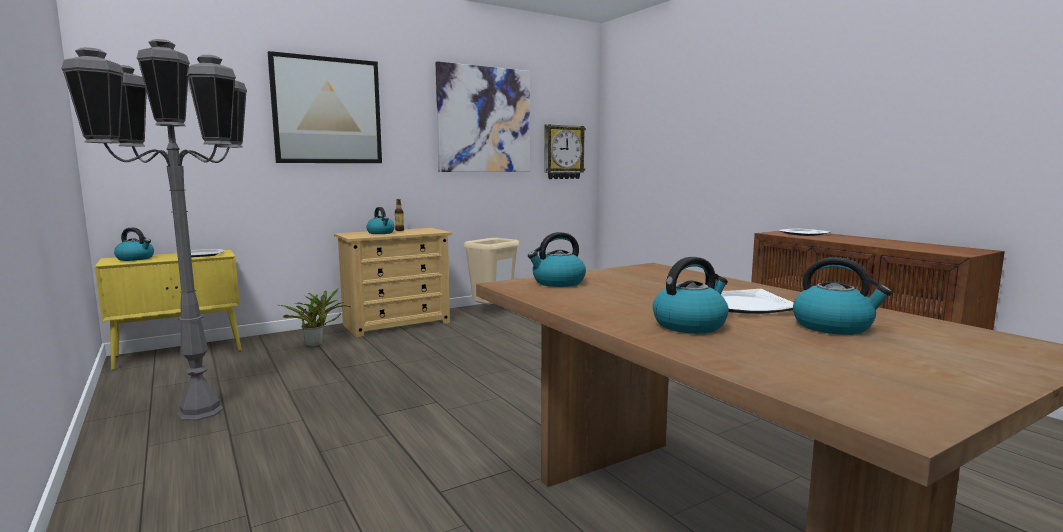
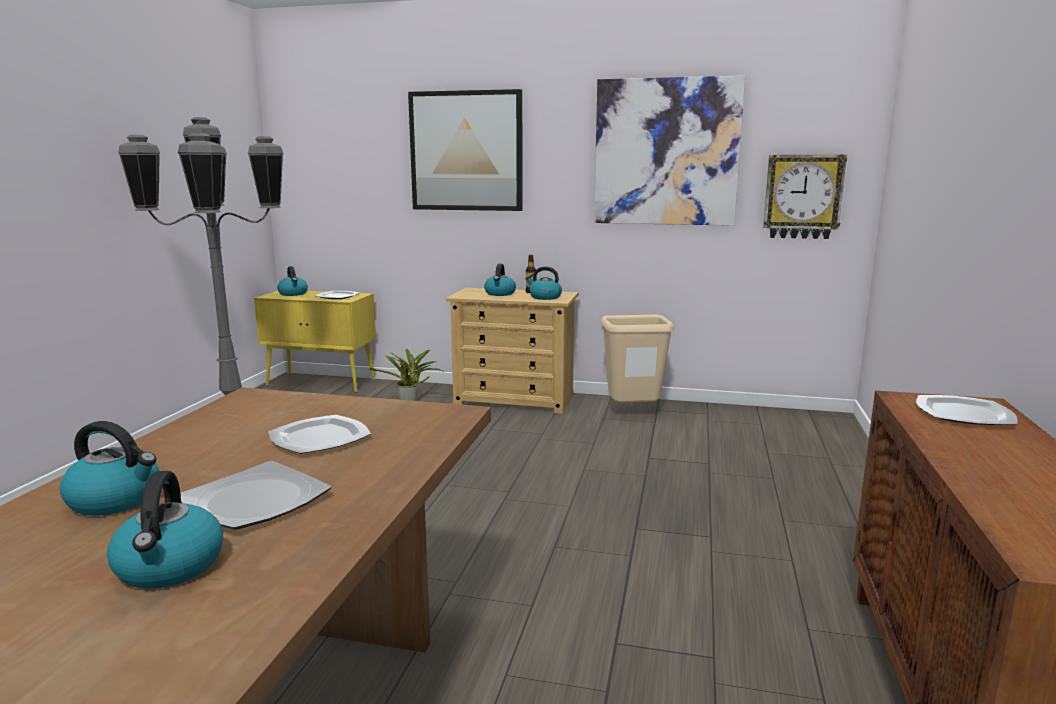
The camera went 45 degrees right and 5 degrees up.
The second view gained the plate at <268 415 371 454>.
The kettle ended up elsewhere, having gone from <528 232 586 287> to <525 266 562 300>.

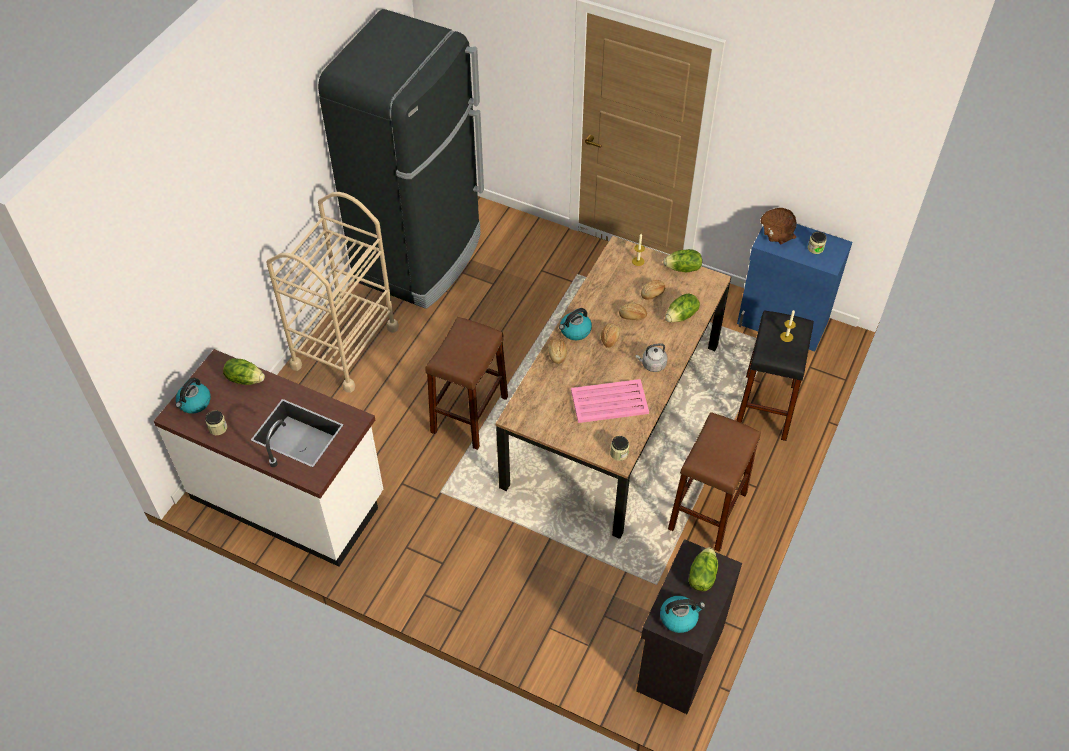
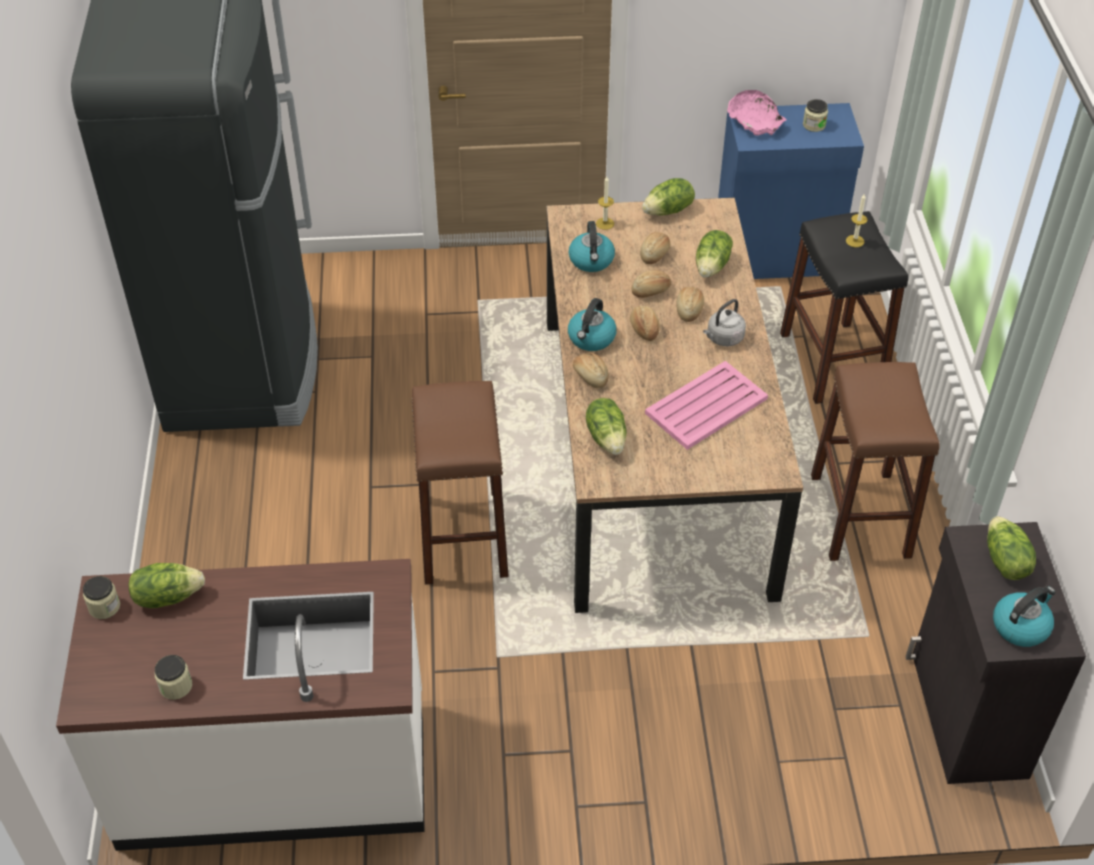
The camera went 30 degrees left and 5 degrees down.
The second view lost the beige trolley at <266 192 399 393>.
The second view gained the head of lettuce at <586 398 627 455>.
The second view gained the bread at <676 287 704 322>.
The kettle ended up elsewhere, having gone from <176 377 211 414> to <569 221 615 272>.
The storage jar ended up elsewhere, having gone from <610 436 629 461> to <83 576 120 619>.
What was the brown-coloured deep dish at <760 208 797 245> turned into the pink deep dish at <727 90 787 136>.

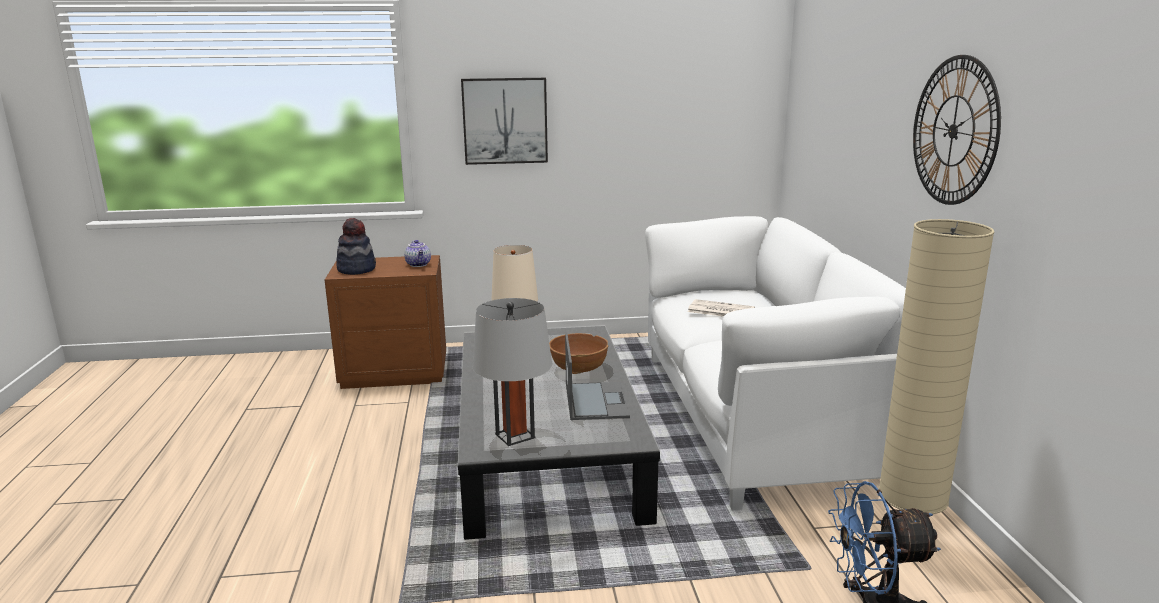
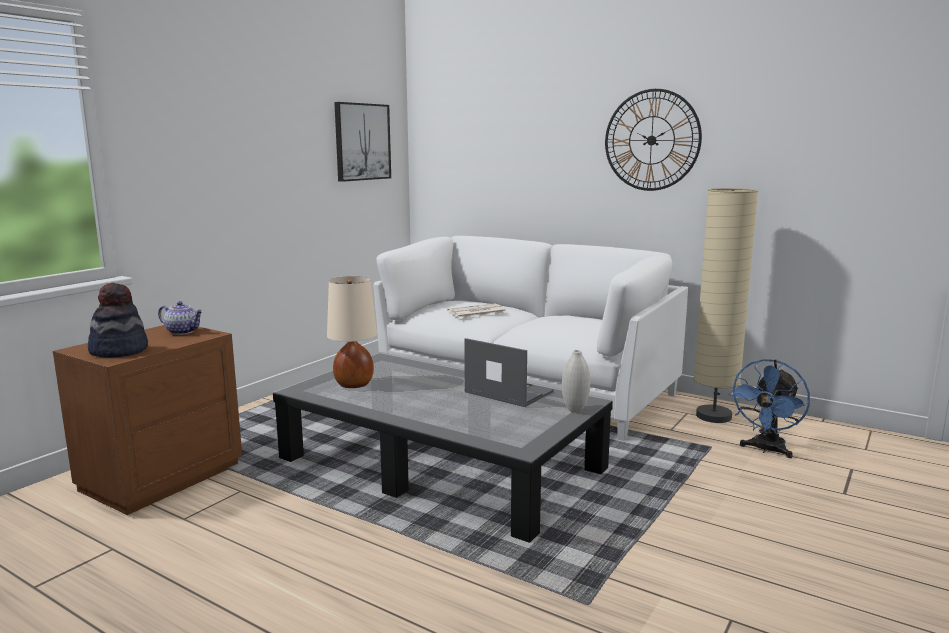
The camera went 50 degrees left and 5 degrees down.
The second view lost the grey lamp for a table at <472 298 552 446>.
The second view lost the brown-coloured deep dish at <549 333 608 374>.
The second view gained the white vase at <562 350 590 413>.
The picture ended up elsewhere, having gone from <461 78 548 165> to <334 102 391 182>.

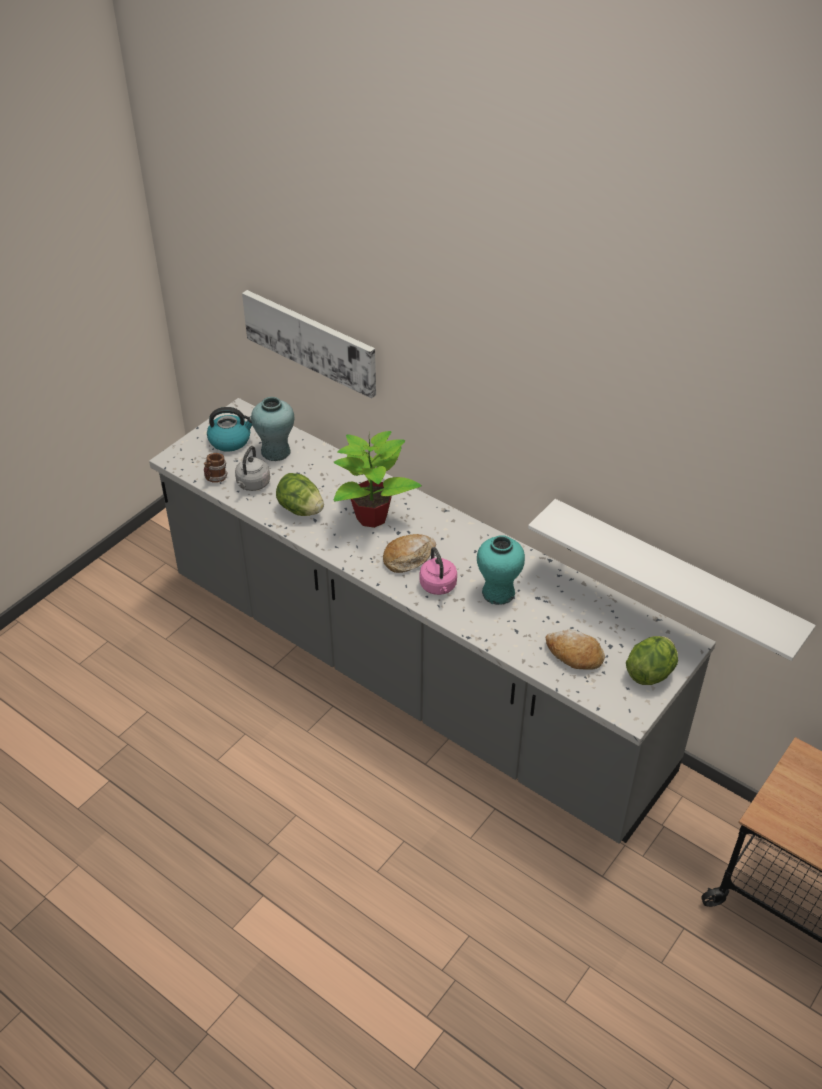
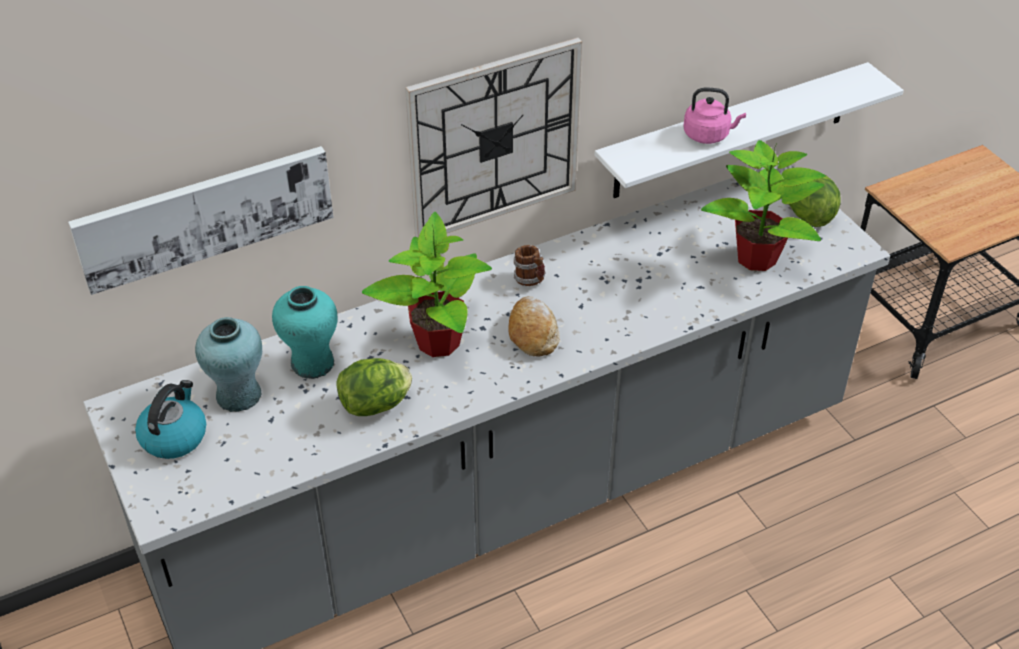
The camera went 65 degrees left and 0 degrees up.
The second view lost the grey kettle at <235 446 270 491>.
The second view gained the wall clock at <405 38 582 238>.
The mug ended up elsewhere, having gone from <204 453 228 483> to <514 245 546 286>.
The pink kettle ended up elsewhere, having gone from <420 547 457 595> to <683 87 746 144>.
The turquoise-coloured vase ended up elsewhere, having gone from <477 535 525 605> to <272 286 338 379>.
Where the bread stood at <546 630 605 670>, the houseplant came to stand at <701 140 826 271>.

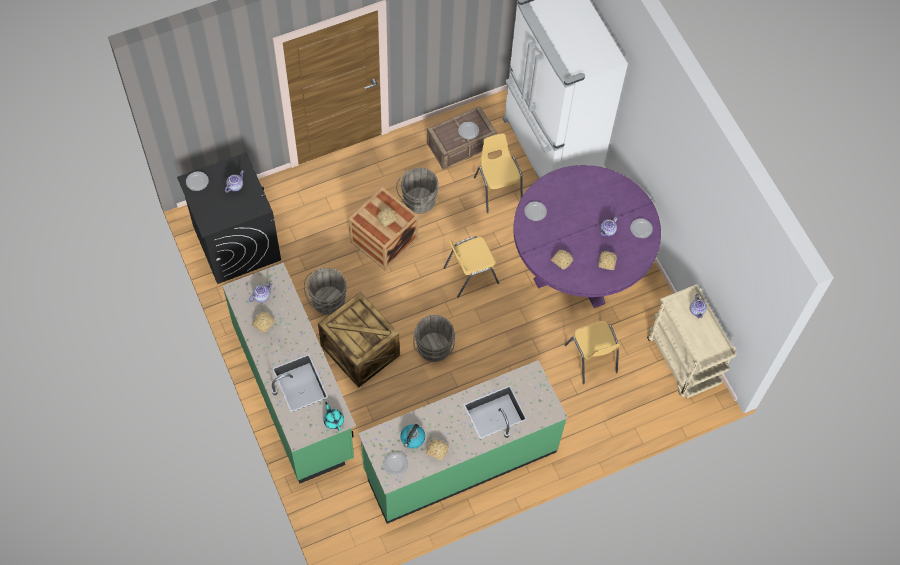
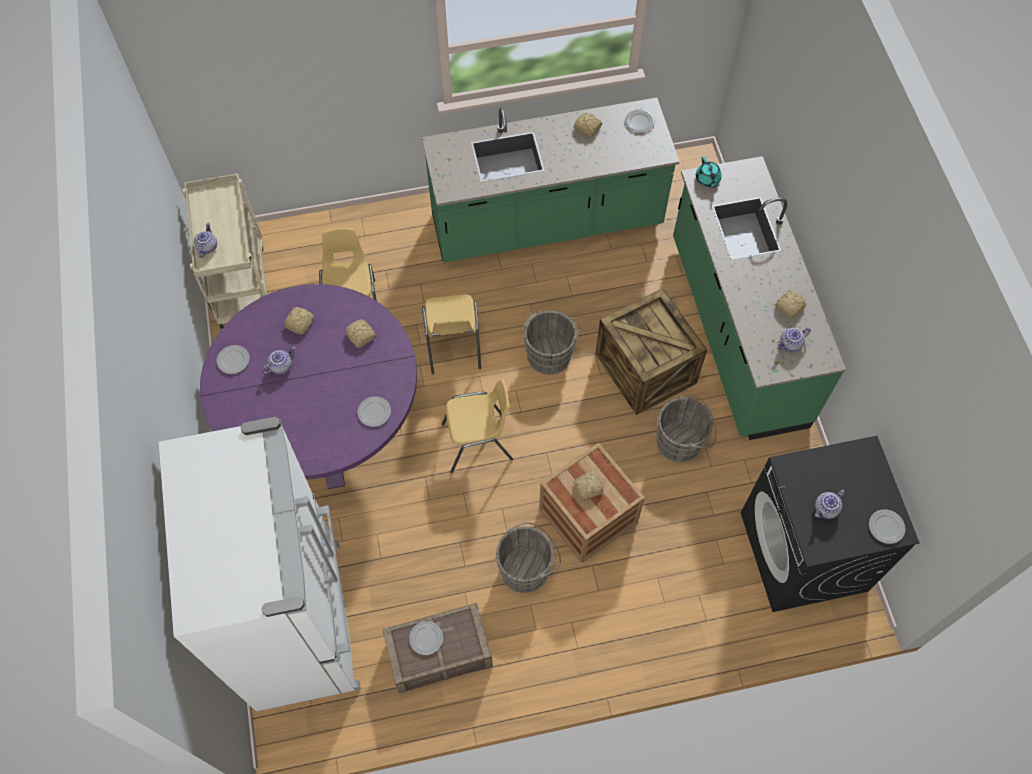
The camera went 165 degrees left and 0 degrees up.
The second view lost the kettle at <400 424 425 449>.
The yellow plain chair ended up elsewhere, having gone from <474 133 523 213> to <422 294 481 374>.

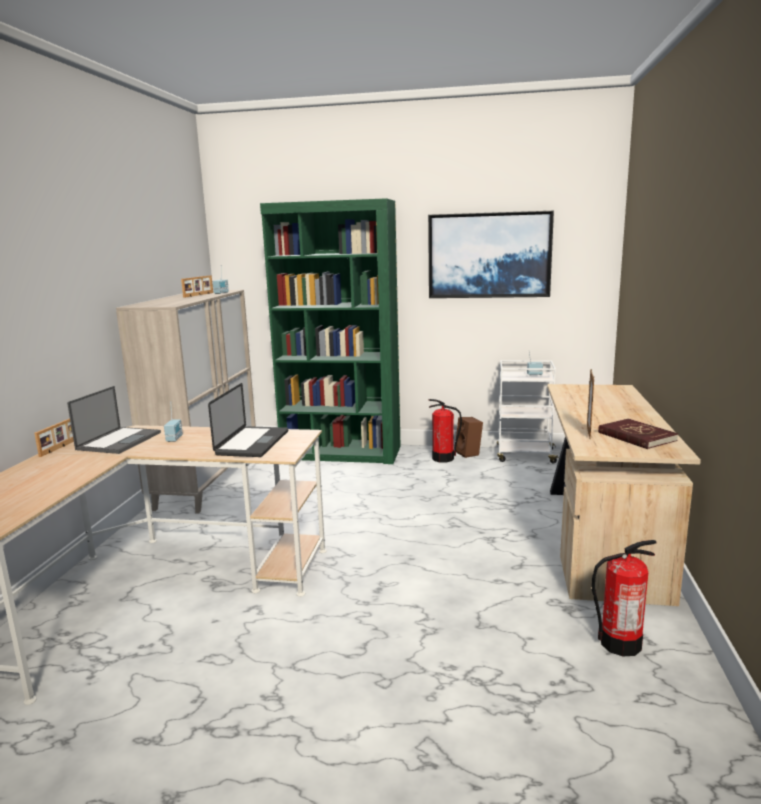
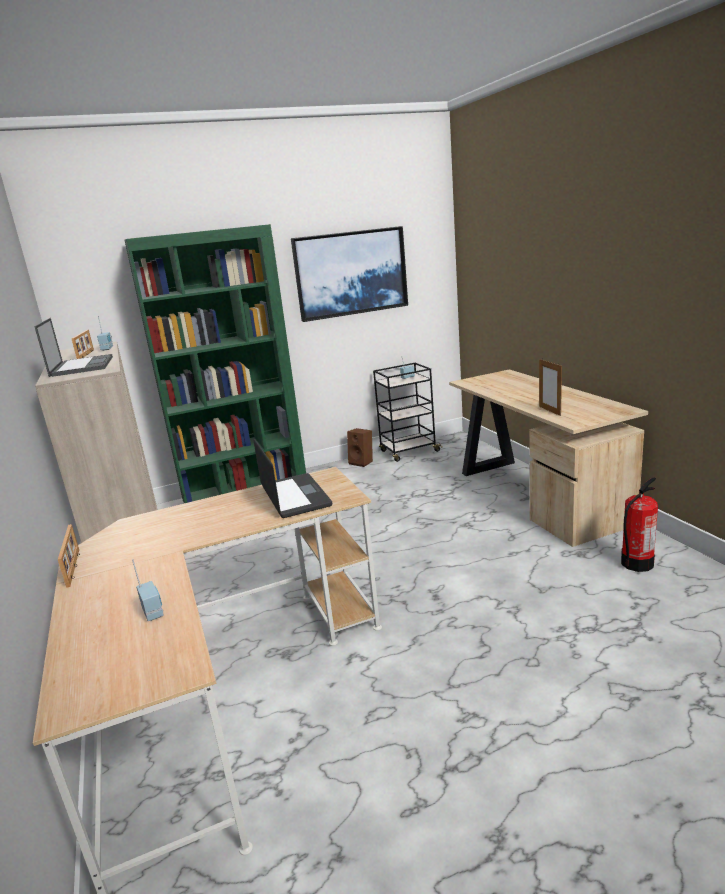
The camera went 30 degrees left and 5 degrees up.
The second view lost the fire-fighting cylinder at <429 399 462 463>.
The second view lost the red-coloured volume at <598 419 678 449>.
The laptop ended up elsewhere, having gone from <67 386 161 454> to <34 318 113 377>.
The radio ended up elsewhere, having gone from <164 401 183 442> to <132 559 164 621>.
What was the white trolley at <497 360 559 464> turned into the black-coloured trolley at <373 363 443 462>.

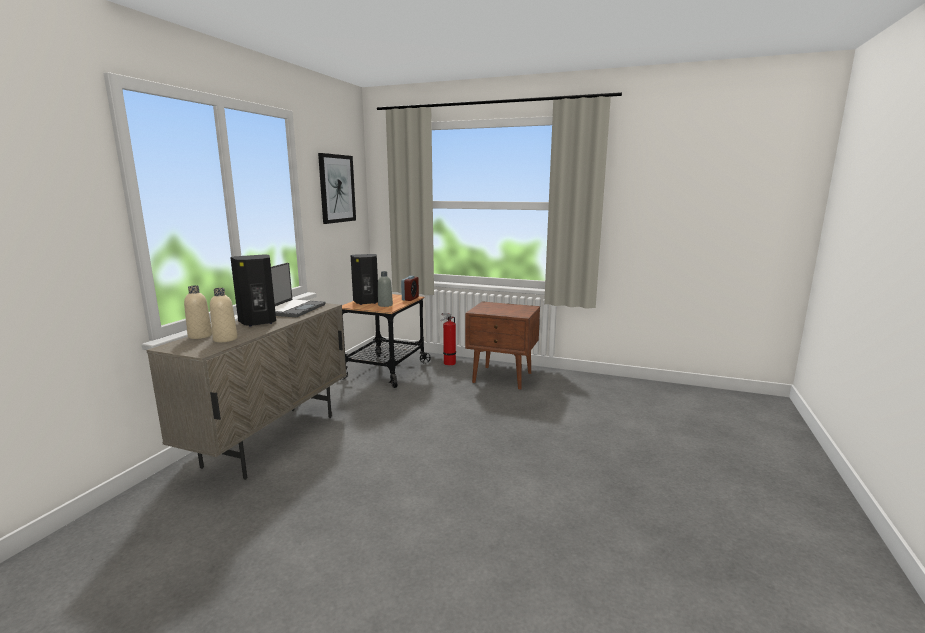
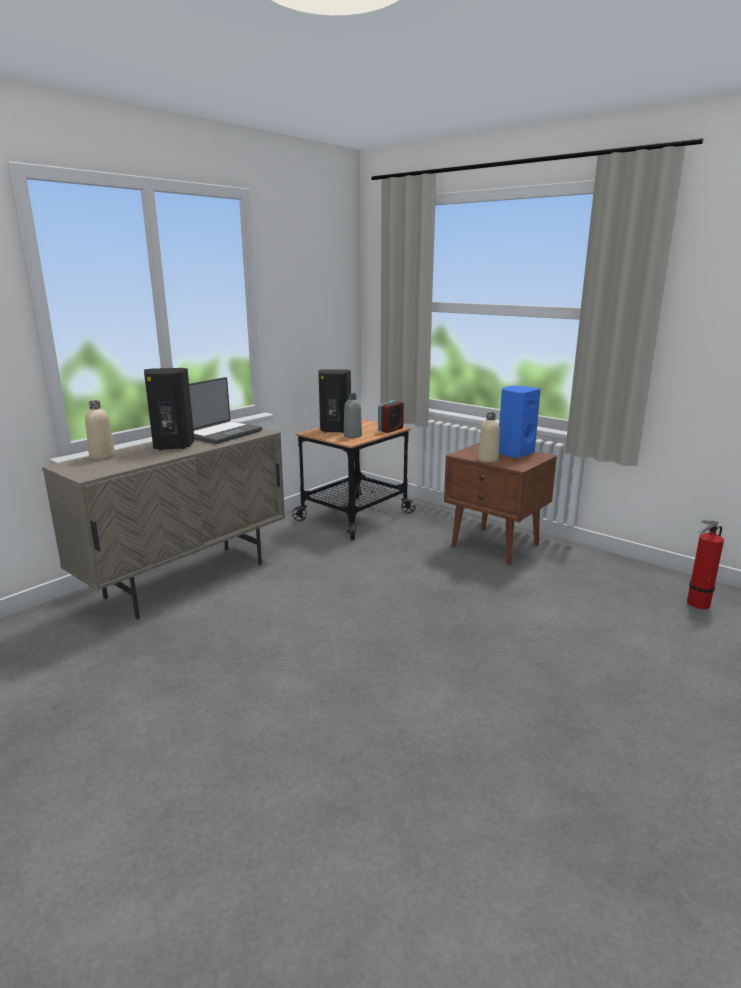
The camera went 20 degrees right and 5 degrees up.
The second view lost the picture at <318 153 356 224>.
The second view gained the blue audio speaker at <499 386 541 458>.
The beige bottle ended up elsewhere, having gone from <210 288 238 343> to <478 412 500 463>.
The fire-fighting cylinder ended up elsewhere, having gone from <441 313 456 365> to <687 519 724 609>.

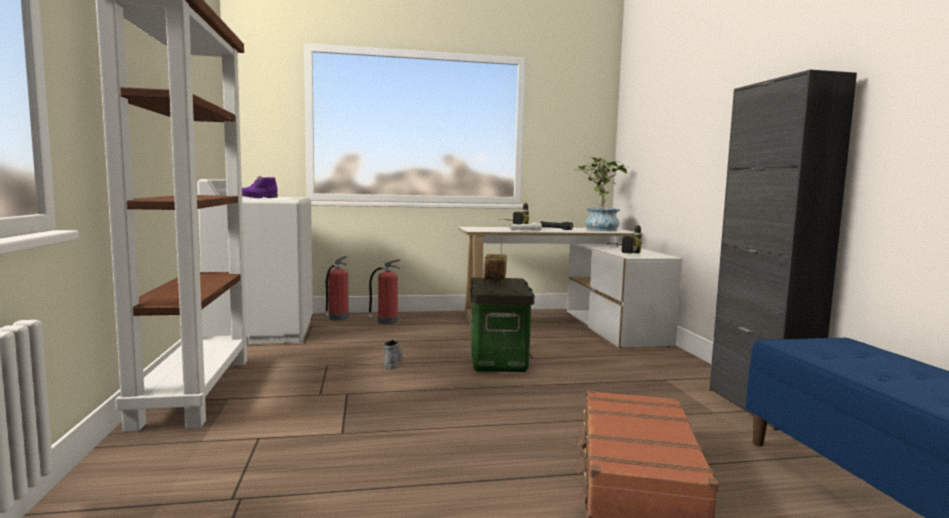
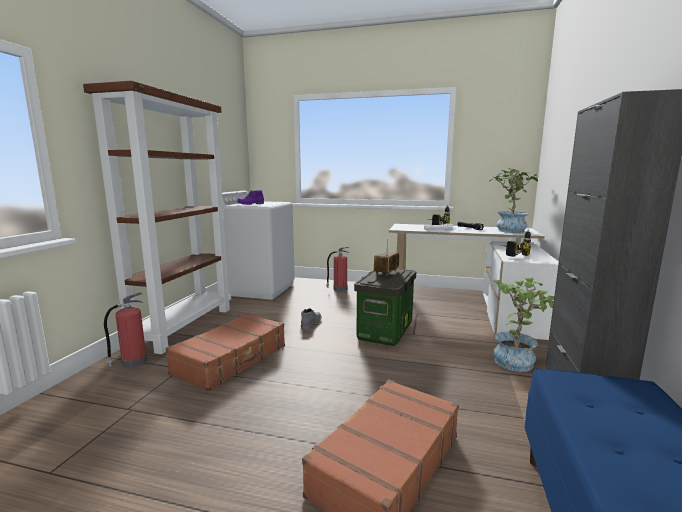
The camera went 25 degrees right and 5 degrees up.
The second view gained the brown-coloured suitcase at <166 313 285 391>.
The second view gained the houseplant at <492 277 554 372>.
The fire-fighting cylinder ended up elsewhere, having gone from <325 256 349 321> to <104 292 147 368>.

